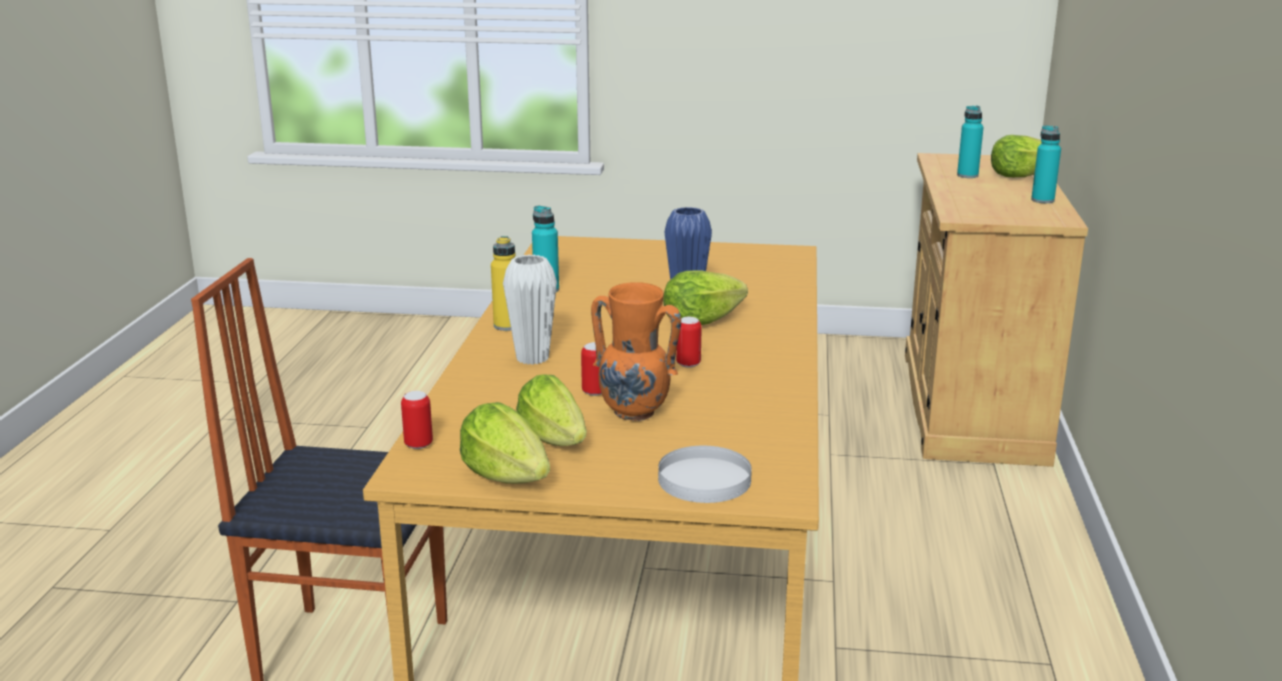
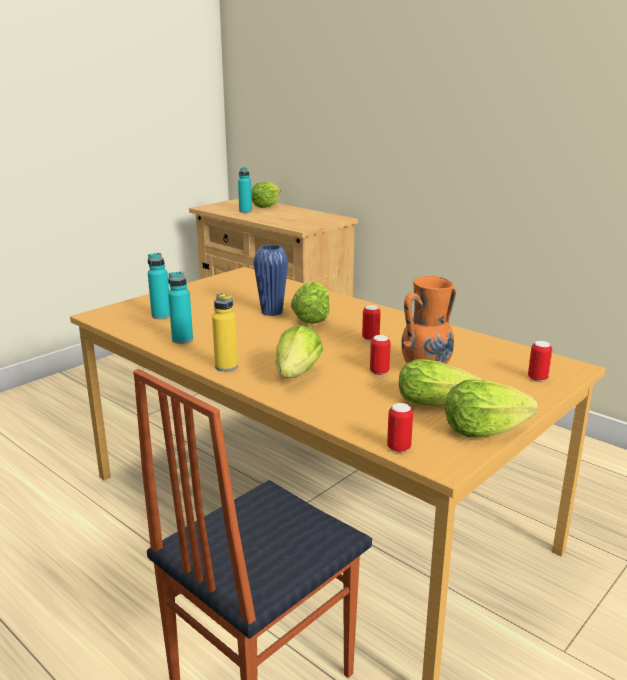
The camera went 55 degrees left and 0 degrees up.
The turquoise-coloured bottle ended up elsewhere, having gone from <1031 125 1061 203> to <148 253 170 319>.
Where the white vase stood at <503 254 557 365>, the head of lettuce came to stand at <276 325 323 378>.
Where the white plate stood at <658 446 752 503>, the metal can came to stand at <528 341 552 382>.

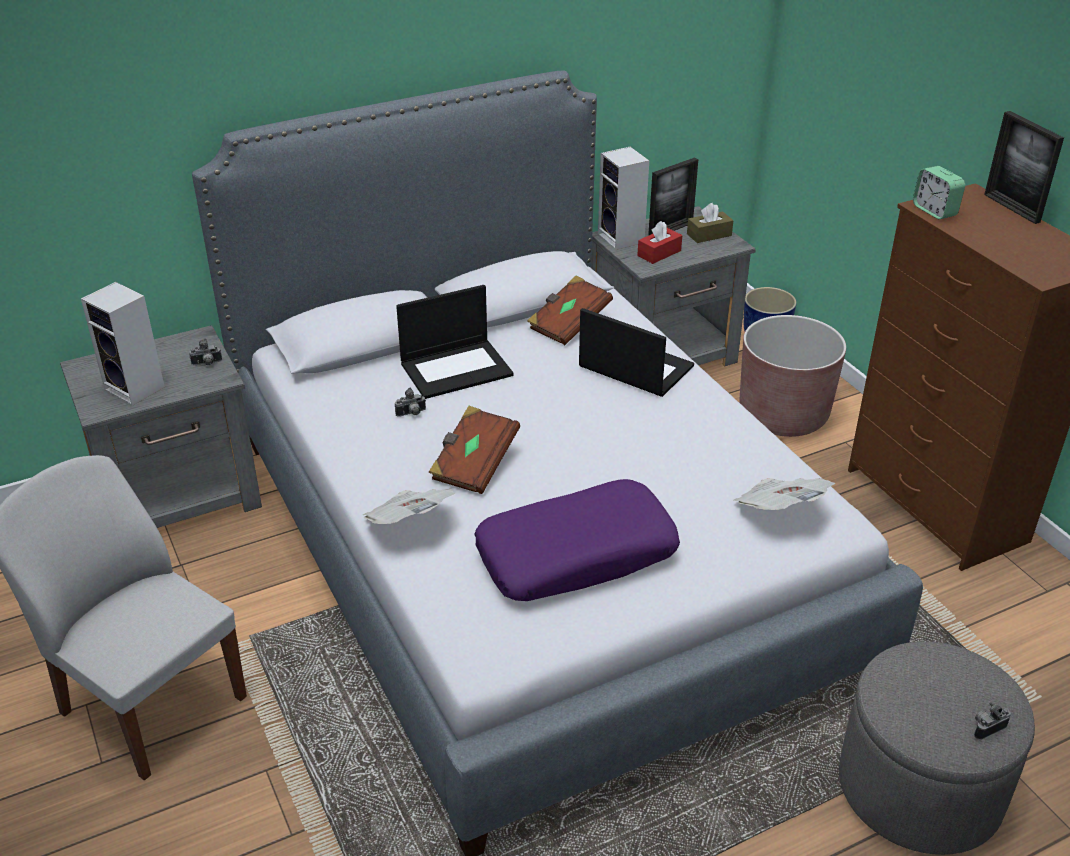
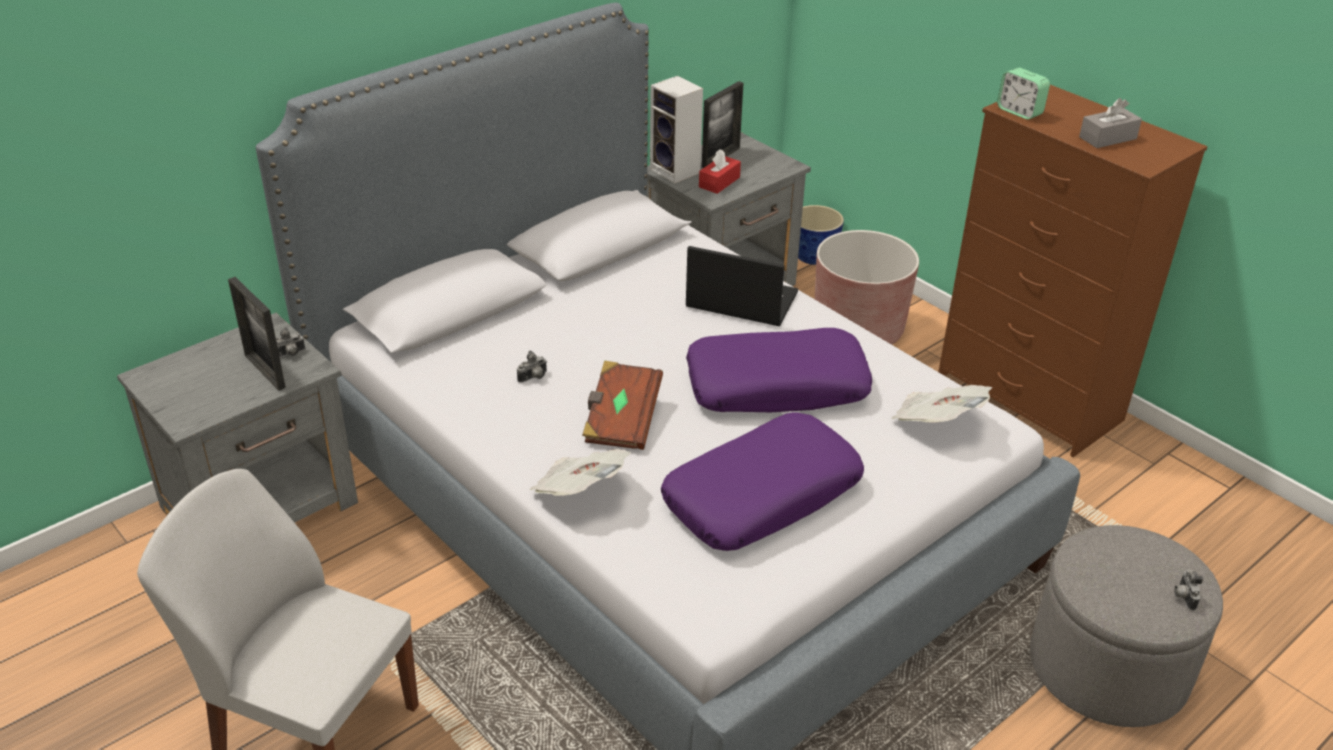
The camera went 15 degrees left and 0 degrees up.
The second view lost the audio speaker at <81 282 165 406>.
The second view lost the laptop at <396 285 514 399>.
The second view lost the brown-coloured volume at <527 276 613 345>.
The second view lost the brown-coloured tissue box at <687 203 734 243>.
The second view gained the purple-coloured pillow at <686 328 872 412>.
The second view gained the grey tissue box at <1079 98 1142 148>.
The picture frame ended up elsewhere, having gone from <984 111 1064 224> to <228 277 286 391>.
The still camera at <974 702 1011 740> ended up facing another way, 45 degrees counterclockwise from before.

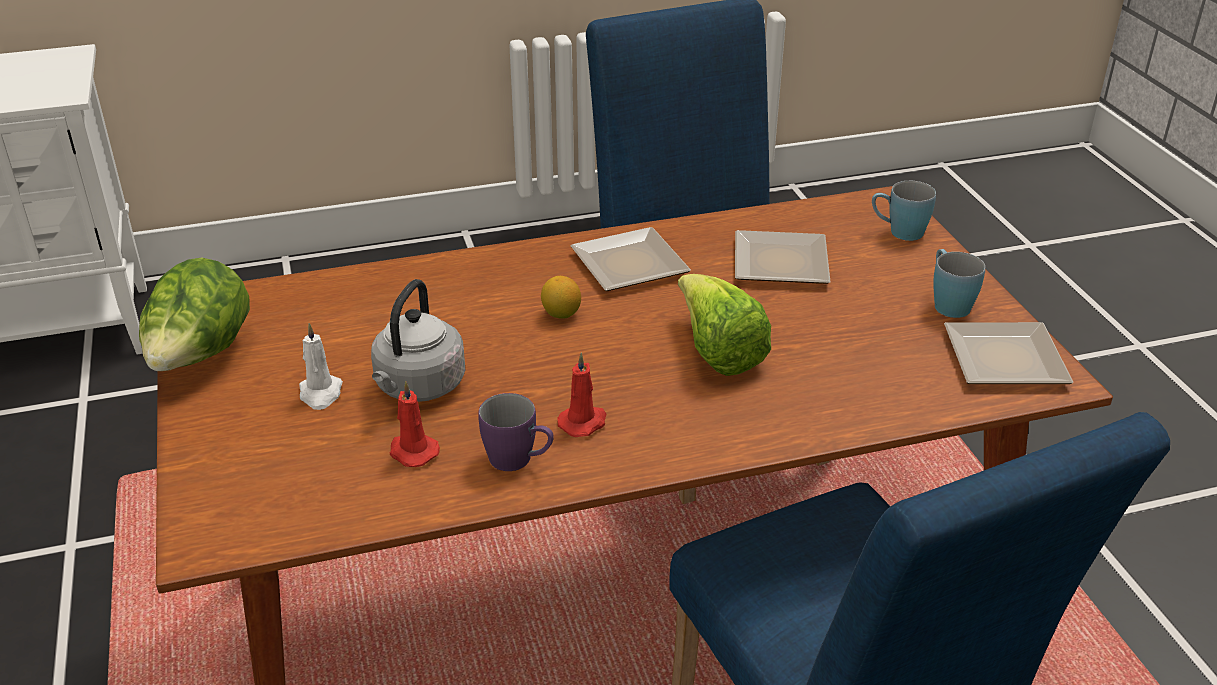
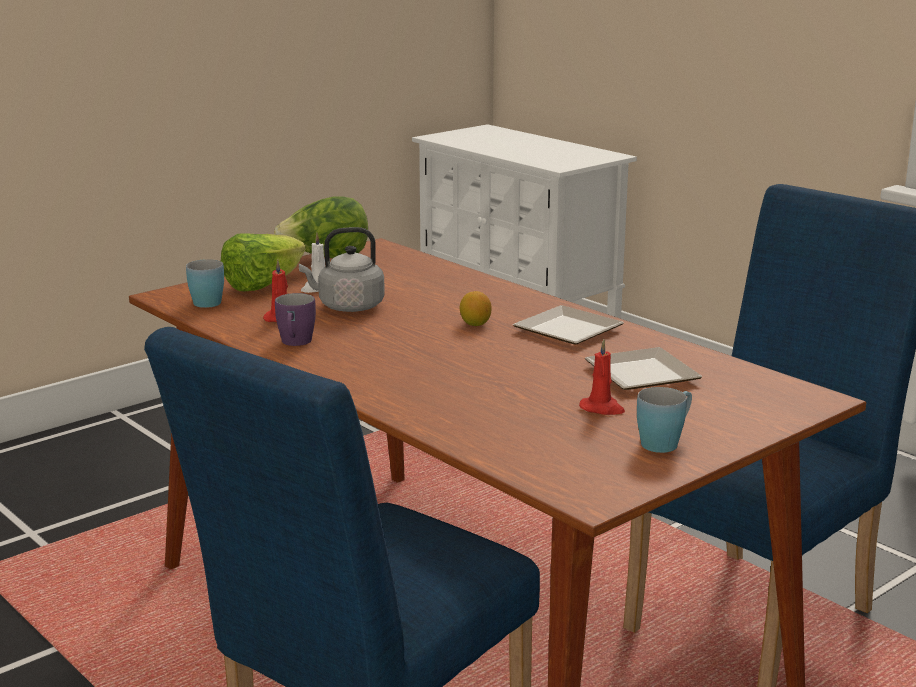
The camera went 65 degrees right and 15 degrees down.
The second view lost the plate at <944 322 1073 384>.
The red-coloured wax candle ended up elsewhere, having gone from <557 353 606 437> to <579 339 625 415>.
The head of lettuce ended up elsewhere, having gone from <678 274 771 376> to <221 233 306 291>.
The blue mug ended up elsewhere, having gone from <872 181 936 241> to <186 259 224 308>.

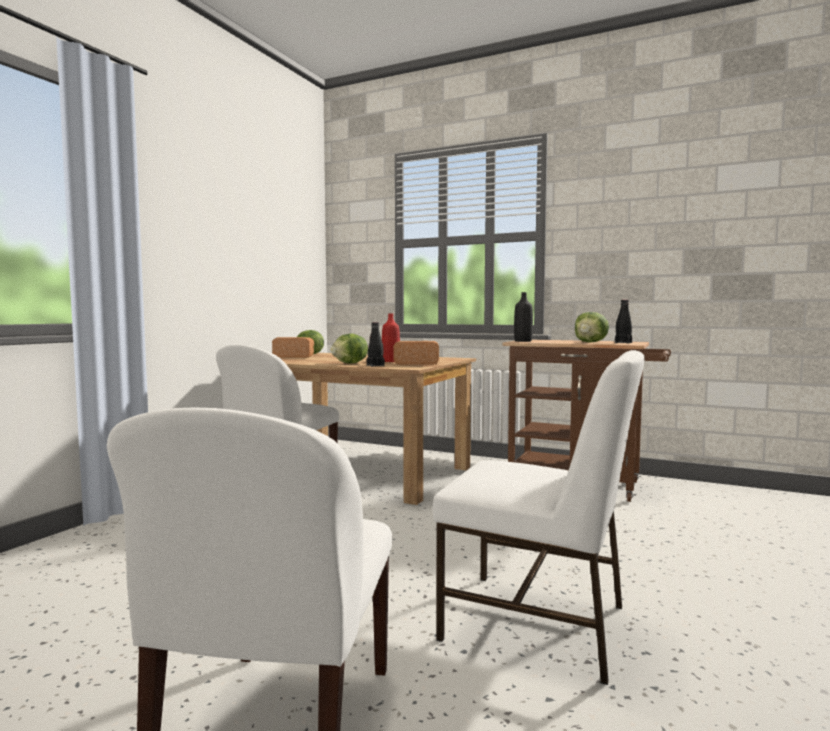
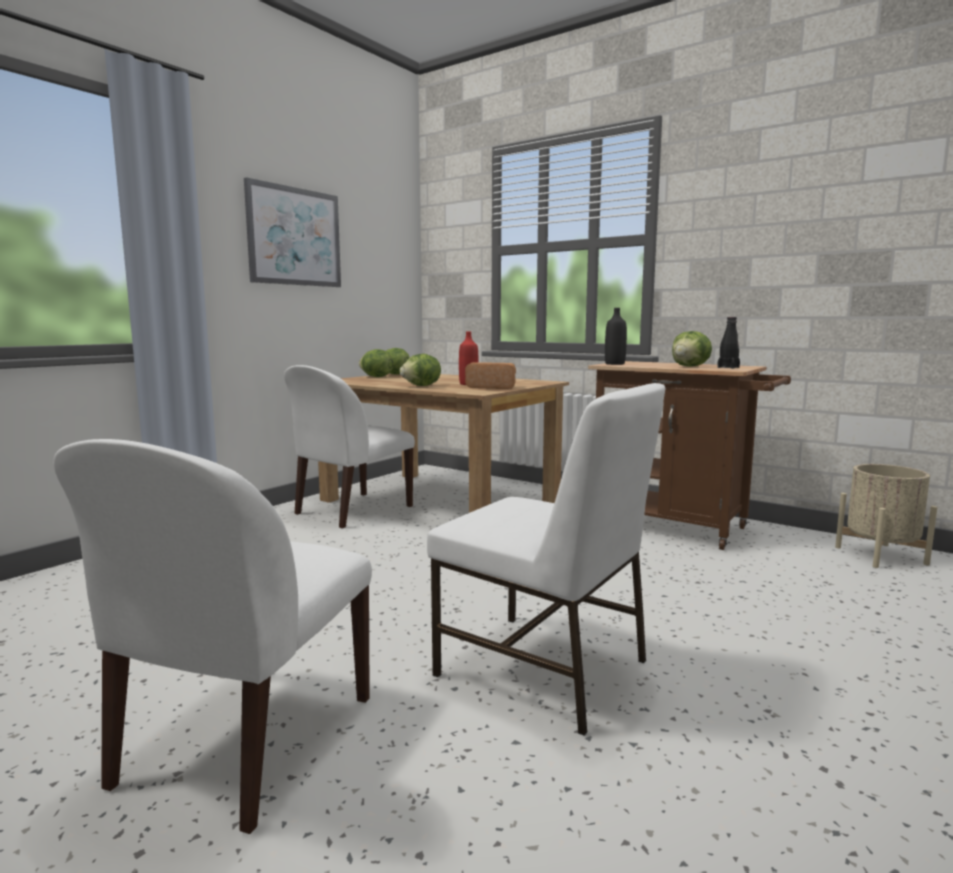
The camera went 10 degrees right and 5 degrees up.
The second view lost the black-coloured bottle at <367 322 385 367>.
The second view gained the picture at <244 177 341 287>.
The second view gained the beige planter at <835 464 938 568>.
Where the bread stood at <272 337 314 358>, the head of lettuce came to stand at <359 349 393 377>.

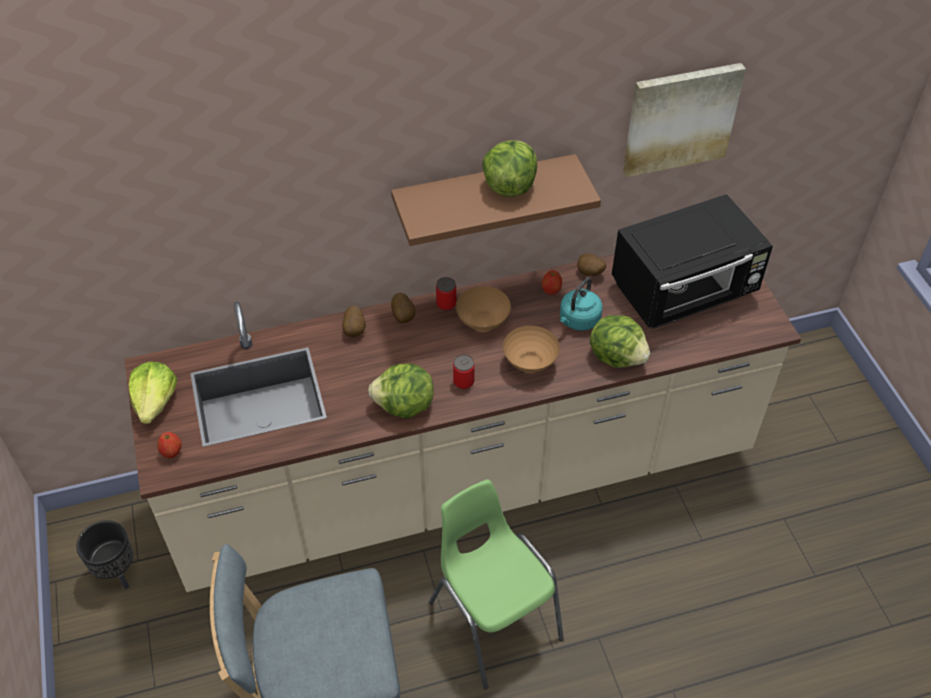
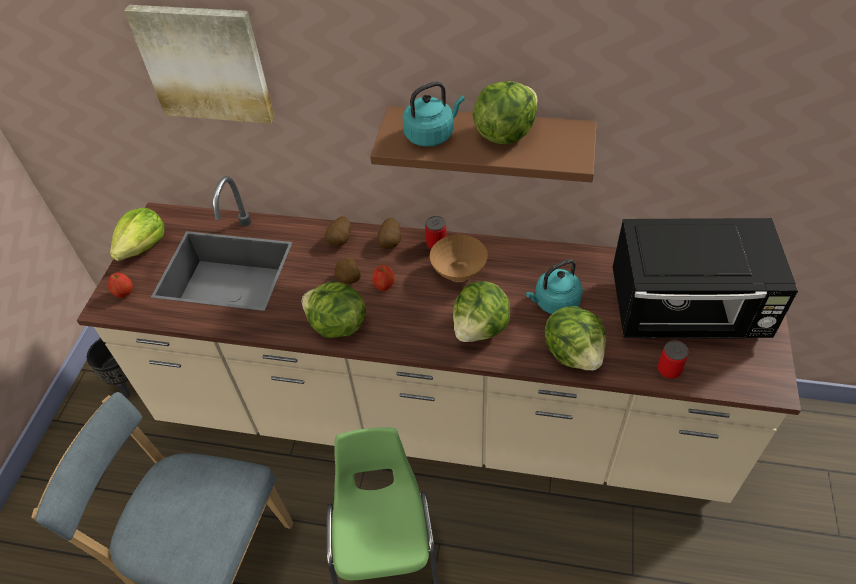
The camera went 30 degrees right and 0 degrees up.
The second view gained the turquoise-coloured kettle at <403 82 465 147>.
The metal can ended up elsewhere, having gone from <453 354 475 389> to <657 340 689 379>.
The apple fruit ended up elsewhere, having gone from <542 270 562 295> to <372 265 395 291>.
The potato ended up elsewhere, having gone from <577 253 606 276> to <335 258 361 284>.
The picture ended up elsewhere, having gone from <623 63 746 177> to <124 5 275 124>.
Where the brown-coloured deep dish stood at <503 326 560 373>, the head of lettuce came to stand at <453 281 510 342>.

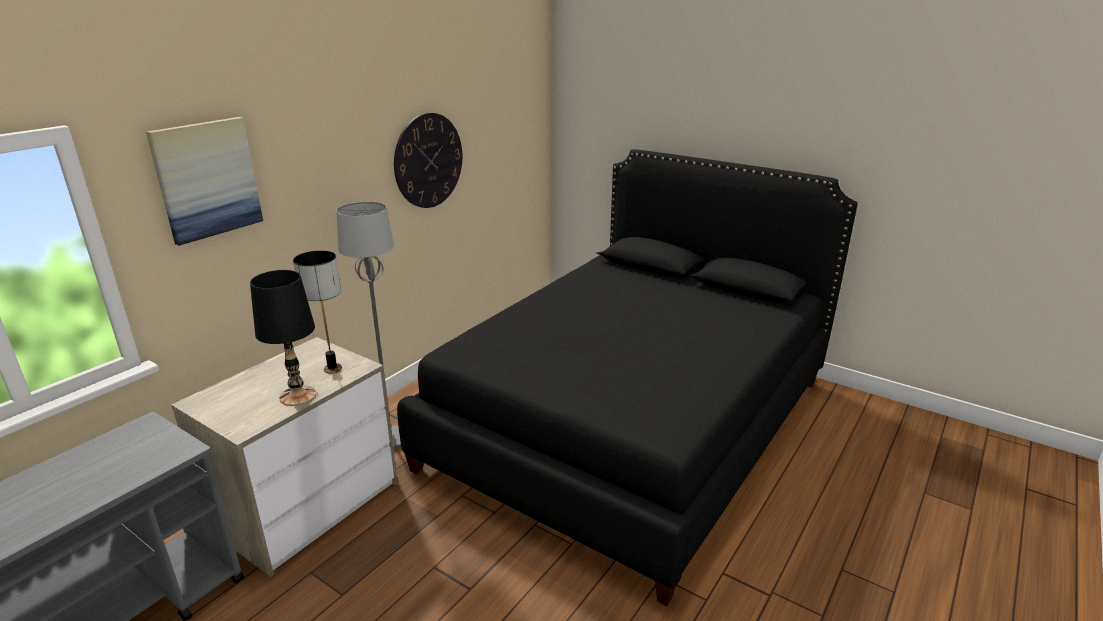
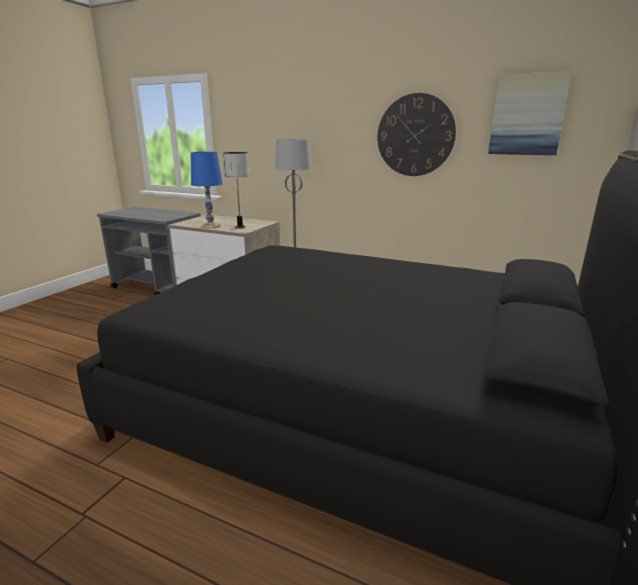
The camera went 80 degrees right and 5 degrees down.
The picture ended up elsewhere, having gone from <146 117 263 246> to <488 71 572 155>.
What was the black-coloured lamp for a table at <250 270 316 406> turned into the blue lamp for a table at <191 152 223 228>.

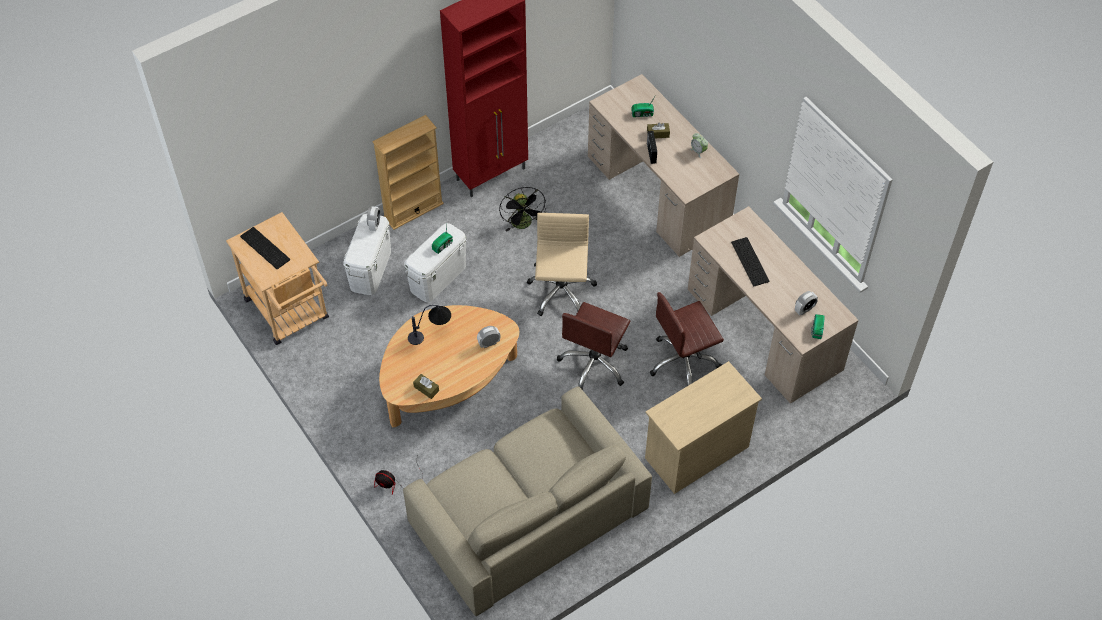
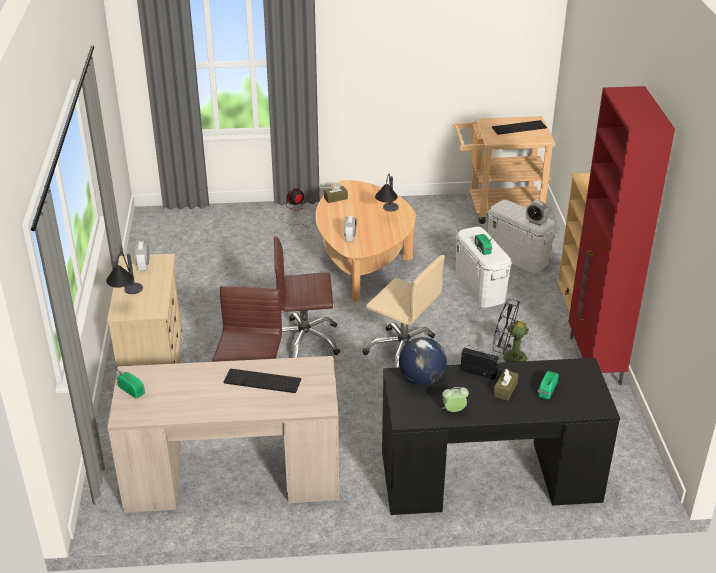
The camera went 120 degrees right and 20 degrees down.
The second view lost the beige couch at <403 386 652 616>.
The second view gained the lamp for a table at <106 252 143 294>.
The second view gained the world globe at <399 337 447 385>.
The table clock ended up elsewhere, having gone from <795 291 818 315> to <135 241 150 271>.
What was the beige desk unit at <588 74 739 257> turned into the black-coloured desk unit at <382 358 620 515>.
The brown-coloured desk chair at <557 302 630 390> ended up facing another way, 60 degrees counterclockwise from before.

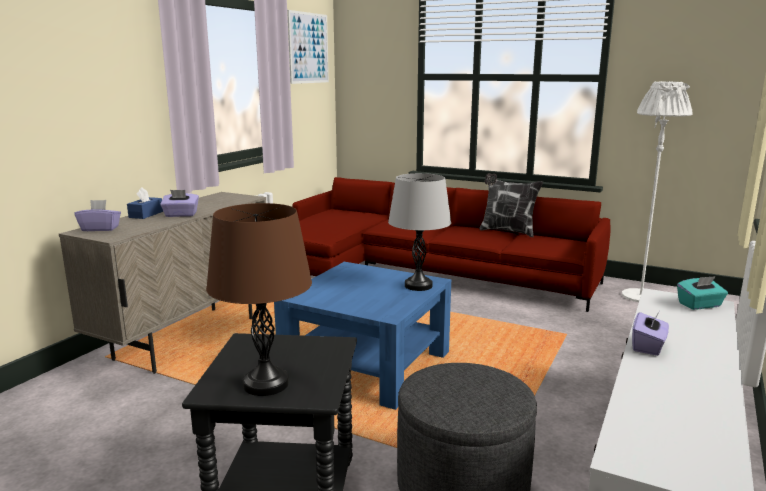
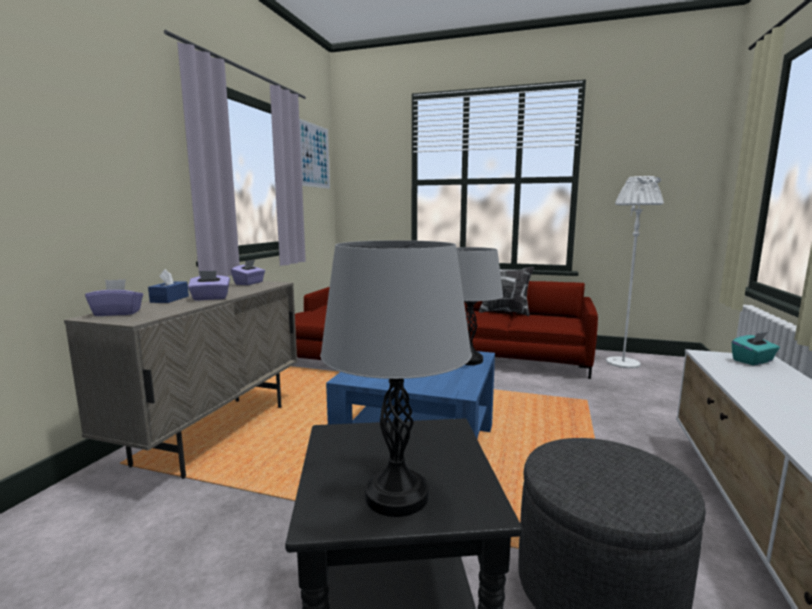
The camera went 10 degrees left and 5 degrees down.
The purple-coloured tissue box ended up elsewhere, having gone from <632 312 669 356> to <231 260 265 285>.
What was the brown-coloured lamp for a table at <206 203 312 396> turned into the grey lamp for a table at <320 240 472 517>.

